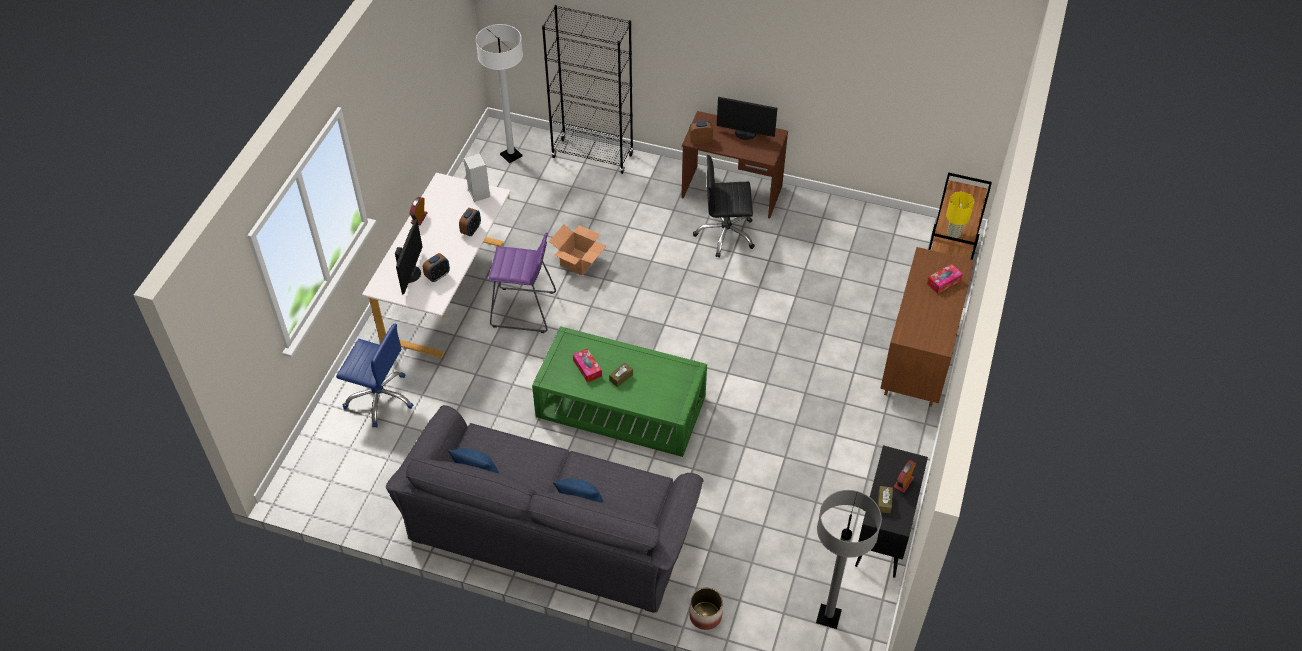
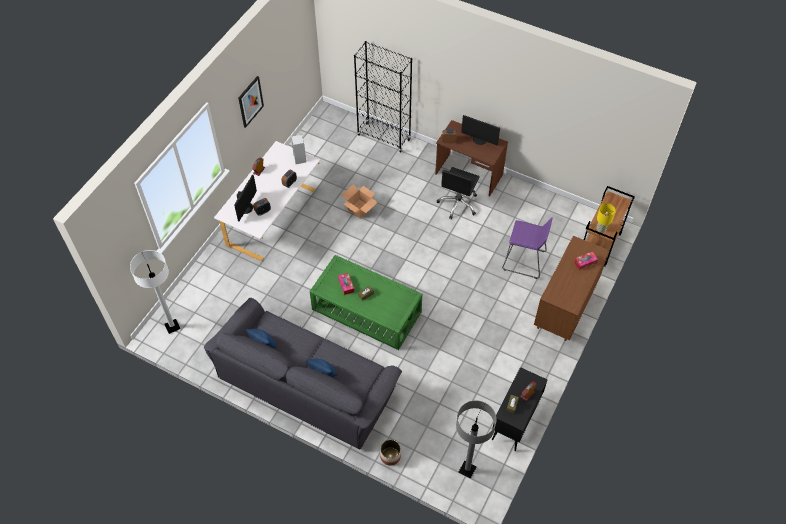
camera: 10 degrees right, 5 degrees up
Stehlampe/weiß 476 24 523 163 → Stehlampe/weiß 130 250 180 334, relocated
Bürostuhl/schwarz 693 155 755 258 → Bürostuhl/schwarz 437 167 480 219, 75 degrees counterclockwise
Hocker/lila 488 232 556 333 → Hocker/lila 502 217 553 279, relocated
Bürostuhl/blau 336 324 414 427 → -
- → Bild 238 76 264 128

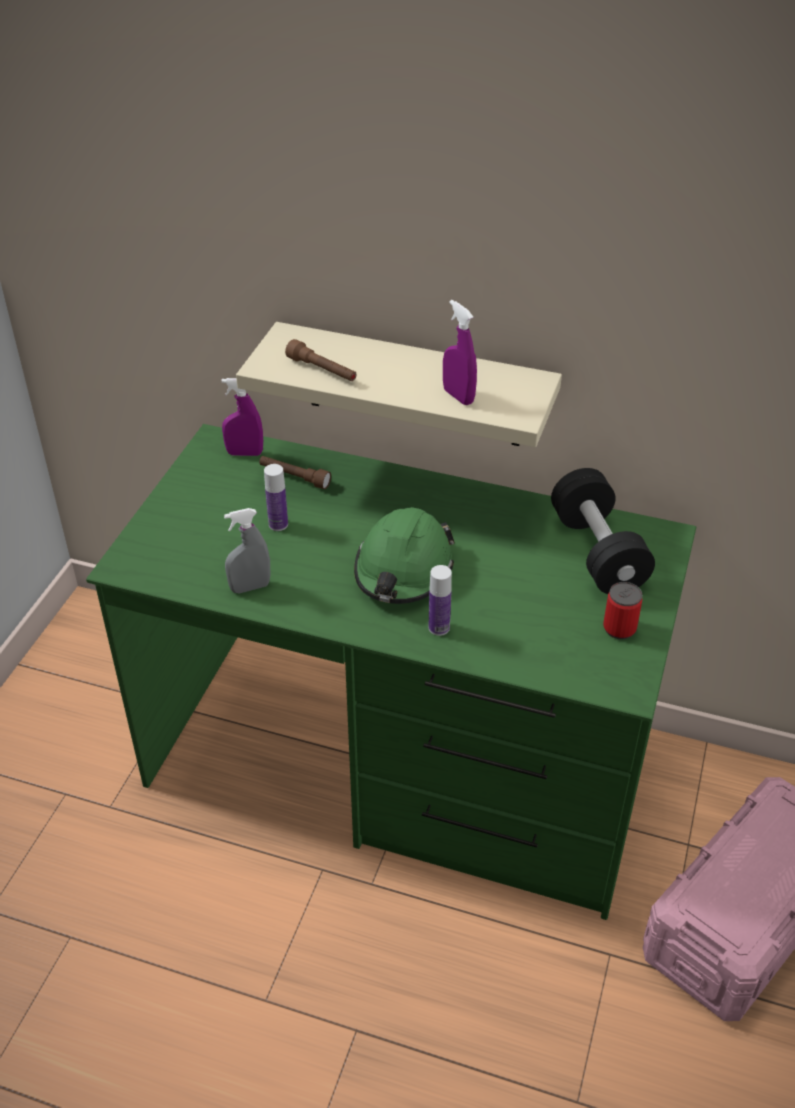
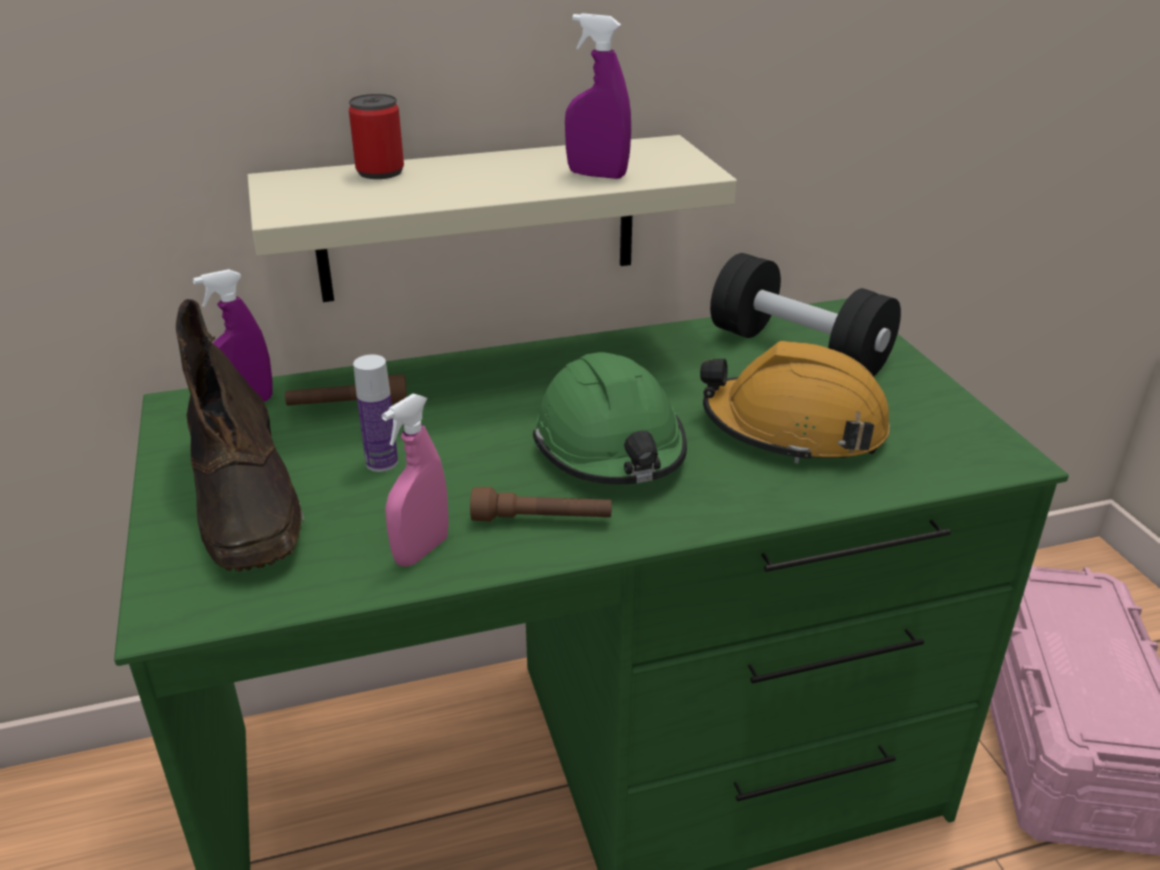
camera: 35 degrees left, 10 degrees down
Taschenlampe/braun 285 339 357 381 → Taschenlampe/braun 470 487 612 522, relocated
Sprühflasche/grau 224 508 270 593 → Sprühflasche/rosa 382 394 449 567
Flasche 429 565 452 636 → -
Dose 603 582 643 639 → Dose 349 94 404 179, relocated
- → Stiefel/braun 176 299 304 572
- → Schutzhelm/orange 700 341 890 463

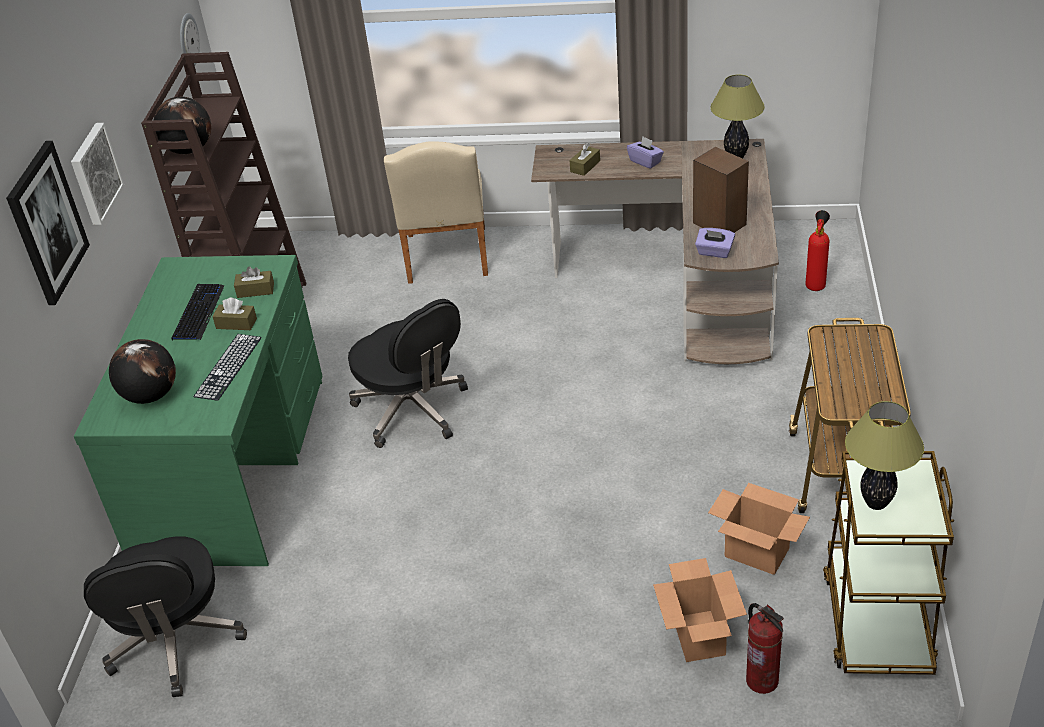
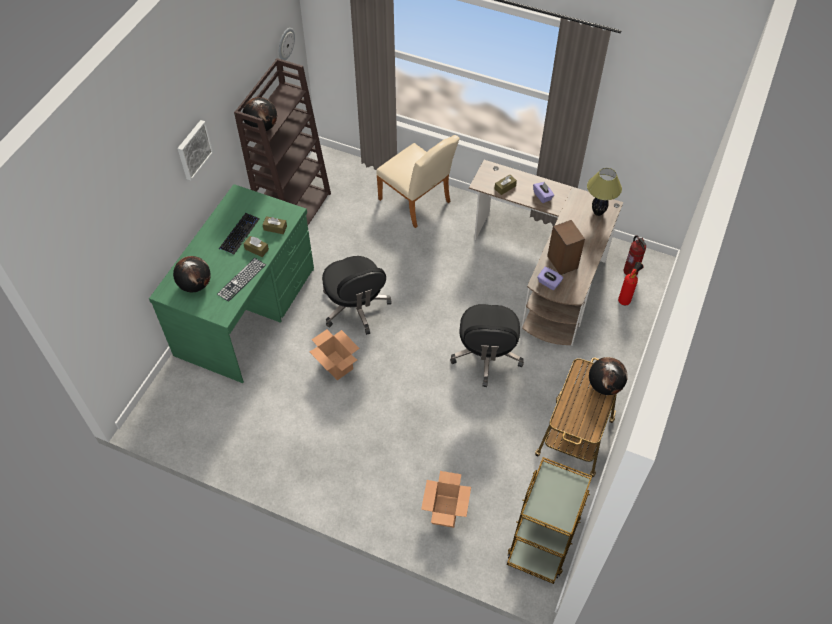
camera: 15 degrees right, 15 degrees up
Bild 6 141 90 305 → -
Stuhl/beige 384 141 488 284 → Stuhl/beige 376 135 460 228, 60 degrees counterclockwise
Tischlampe 845 401 924 510 → -
Karton 708 483 810 575 → Karton 309 329 359 380, relocated
Bürostuhl/schwarz 84 536 247 697 → Bürostuhl/schwarz 450 304 524 387, relocated
Feuerlöscher 746 603 784 694 → Feuerlöscher 624 235 646 275, relocated
- → Globus 589 357 628 395

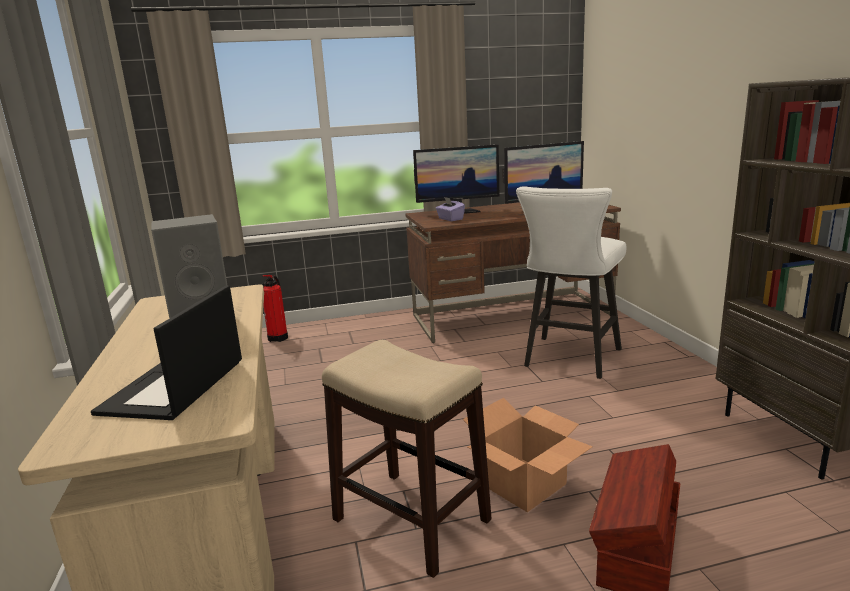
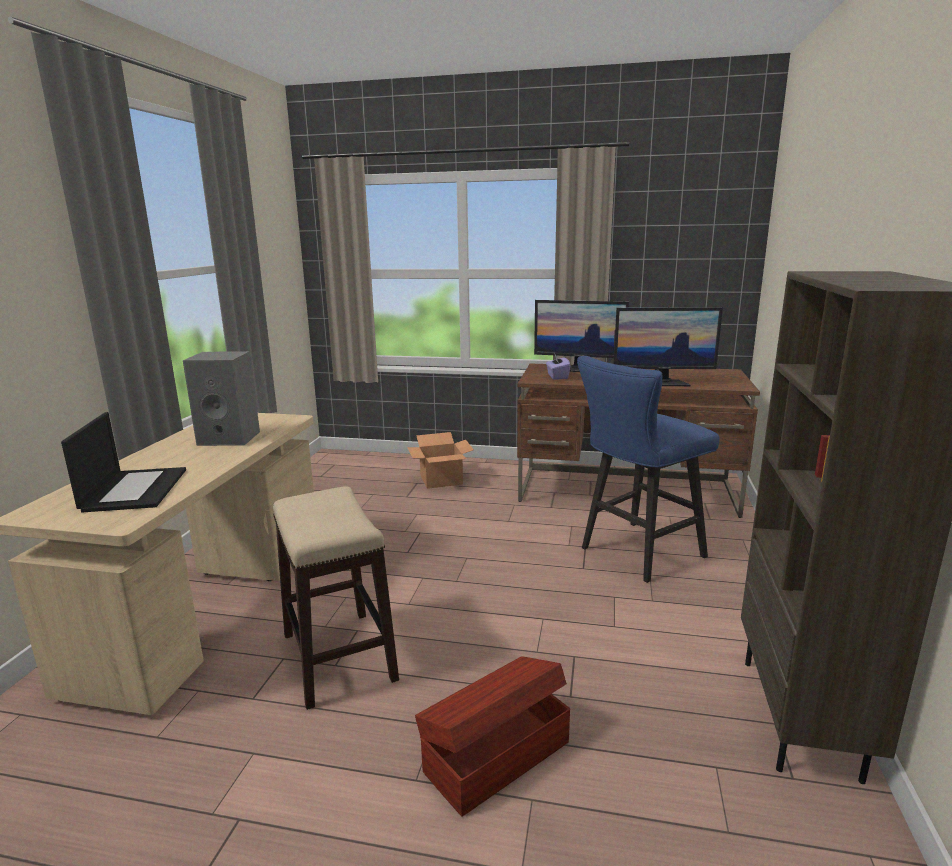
camera: 25 degrees right, 0 degrees up
Hocker/weiß 516 186 627 379 → Hocker/blau 577 356 719 583
Feuerlöscher 263 275 288 342 → -
Laptop 91 286 242 420 → Laptop 61 412 186 513, 135 degrees clockwise
Karton 463 398 593 512 → Karton 407 432 474 489, relocated

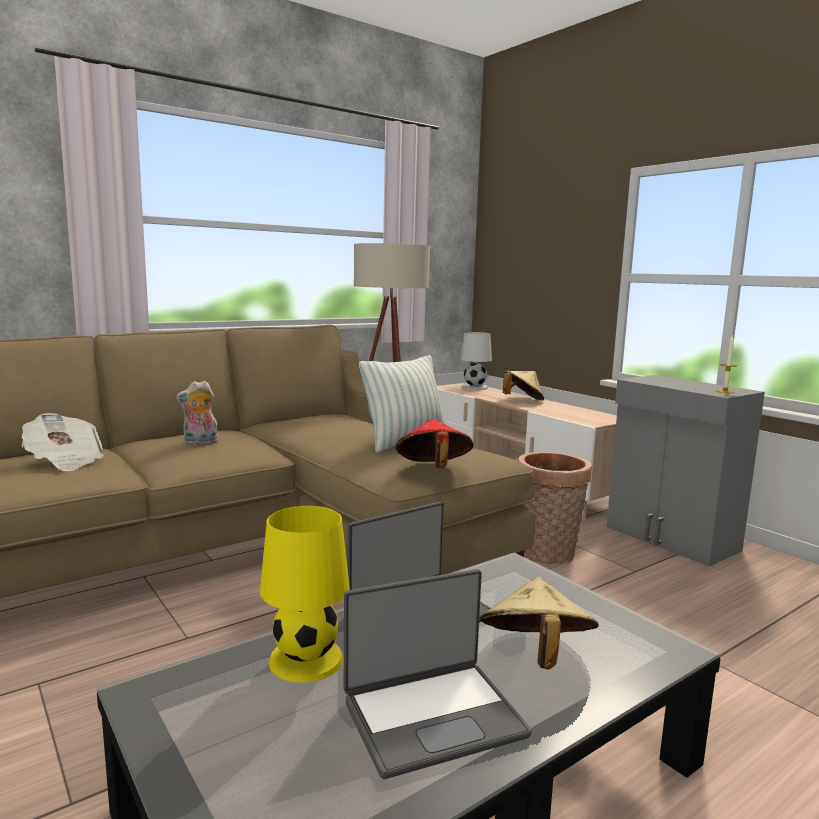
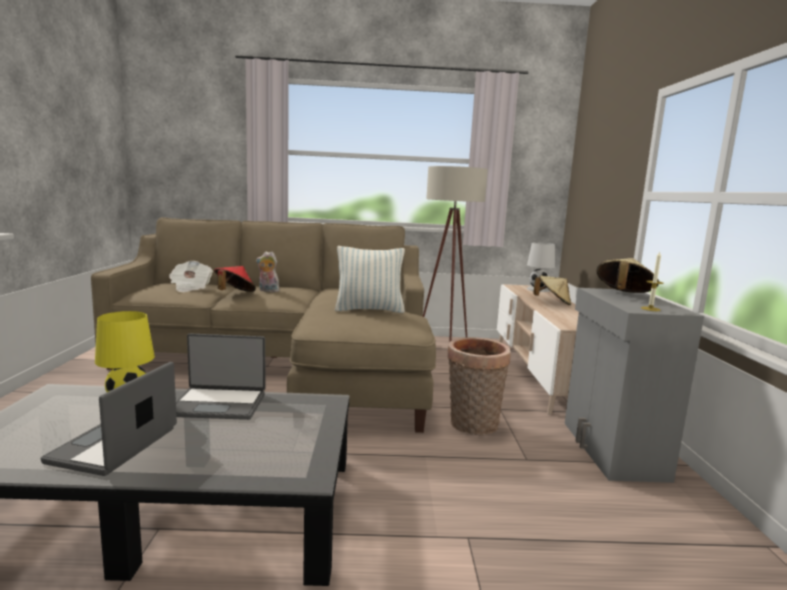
camera: 35 degrees right, 0 degrees up
Hut/rot 396 419 474 468 → Hut/rot 214 266 256 292, relocated
Laptop 344 569 532 779 → Laptop 40 362 177 476, 90 degrees clockwise
Hut/beige 480 577 599 670 → Hut/beige 596 258 659 293, relocated

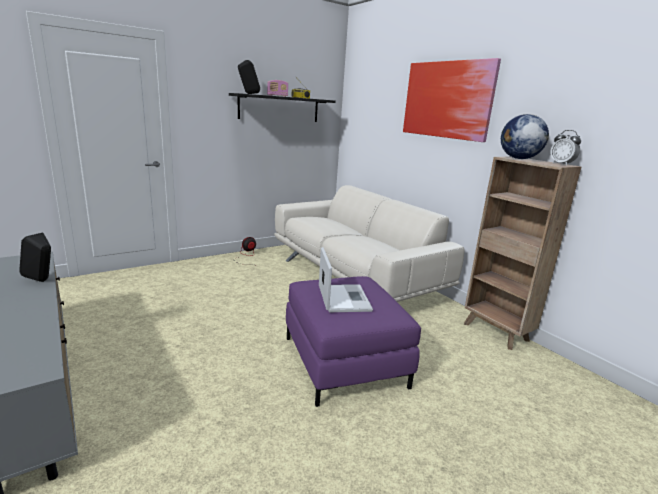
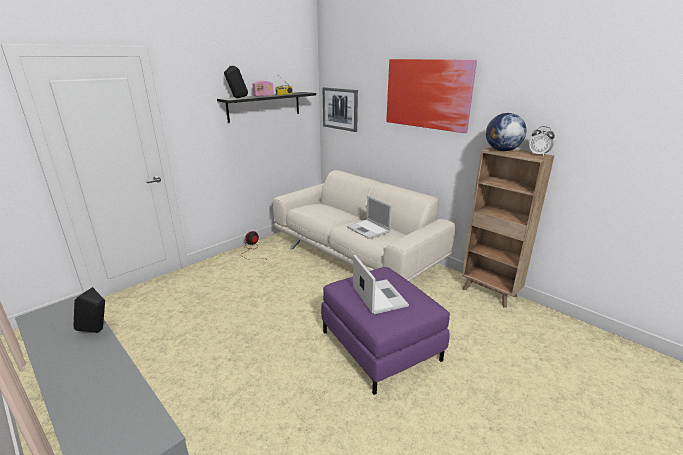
camera: 10 degrees left, 5 degrees up
- → Bild 322 87 358 132
- → Laptop 347 196 392 239

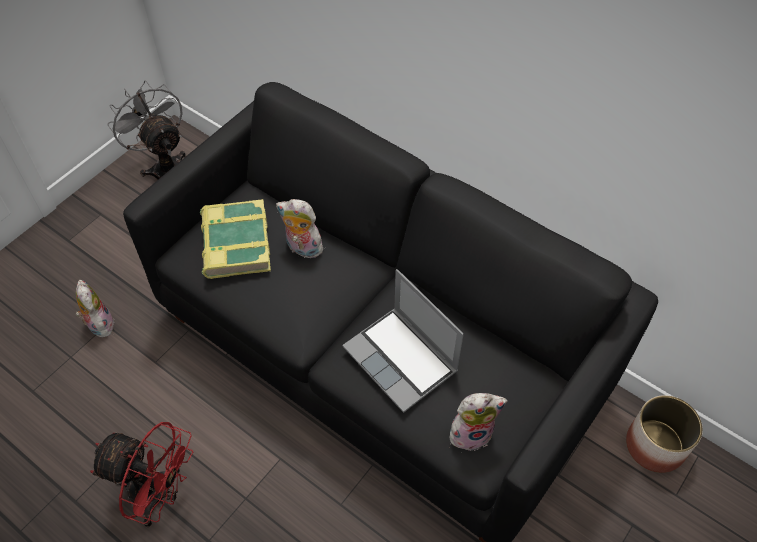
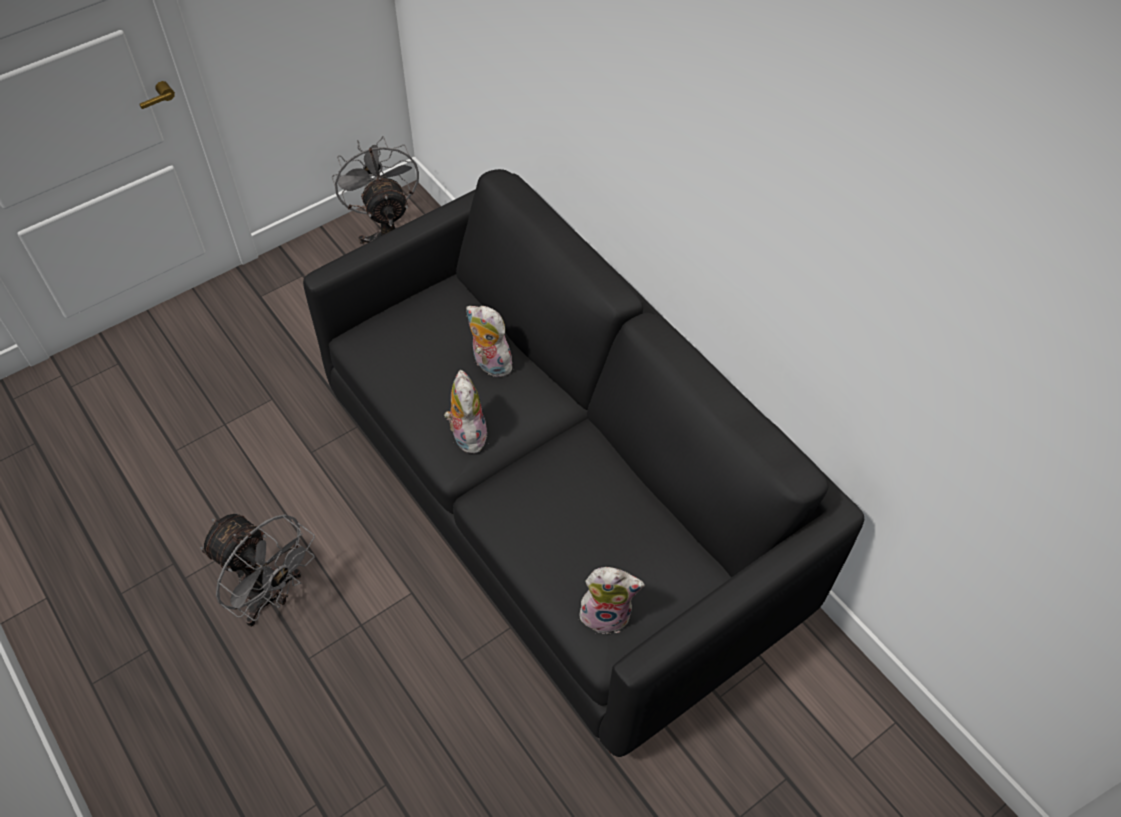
camera: 15 degrees right, 0 degrees up
Buch 200 199 271 279 → -
Laptop 342 269 464 413 → -
Plüschtier 76 280 115 337 → Plüschtier 444 370 488 453, relocated
Pflanzkübel 626 395 703 473 → -
Ventilator/rot 90 422 193 527 → Ventilator/grau 200 514 315 627

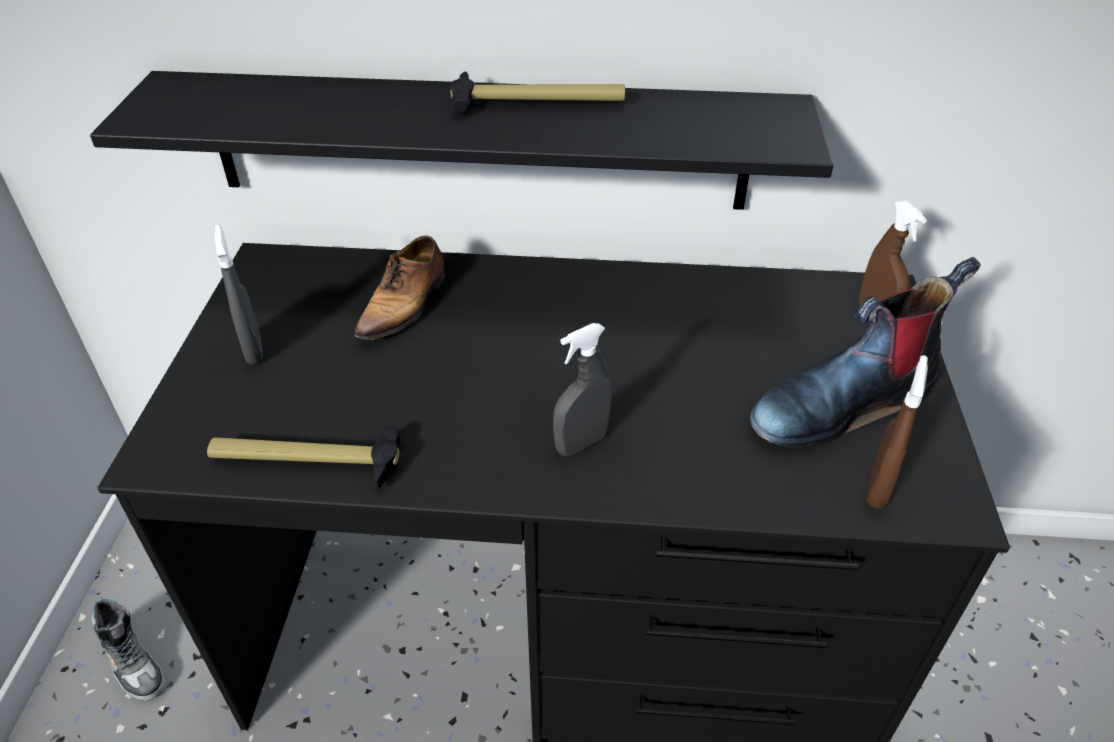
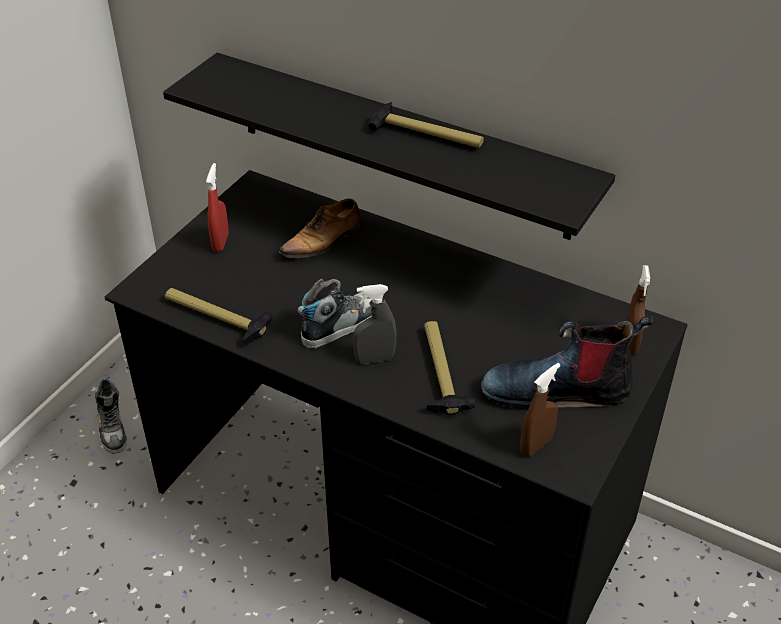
camera: 25 degrees right, 0 degrees up
Sprühflasche/grau 215 225 263 364 → Sprühflasche/rot 206 163 229 252
- → Schuh 297 279 372 349
- → Hammer 424 321 475 415

